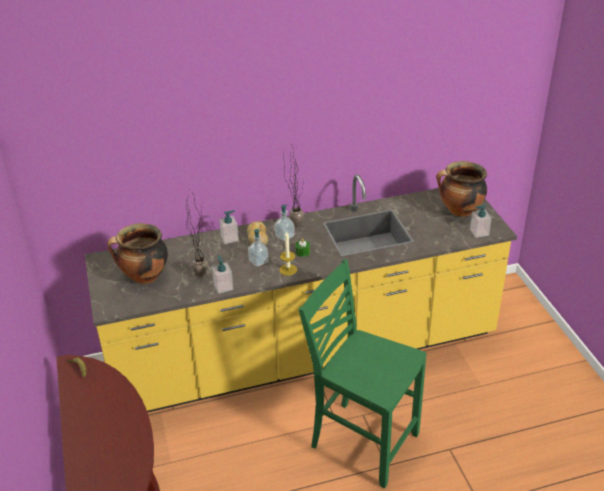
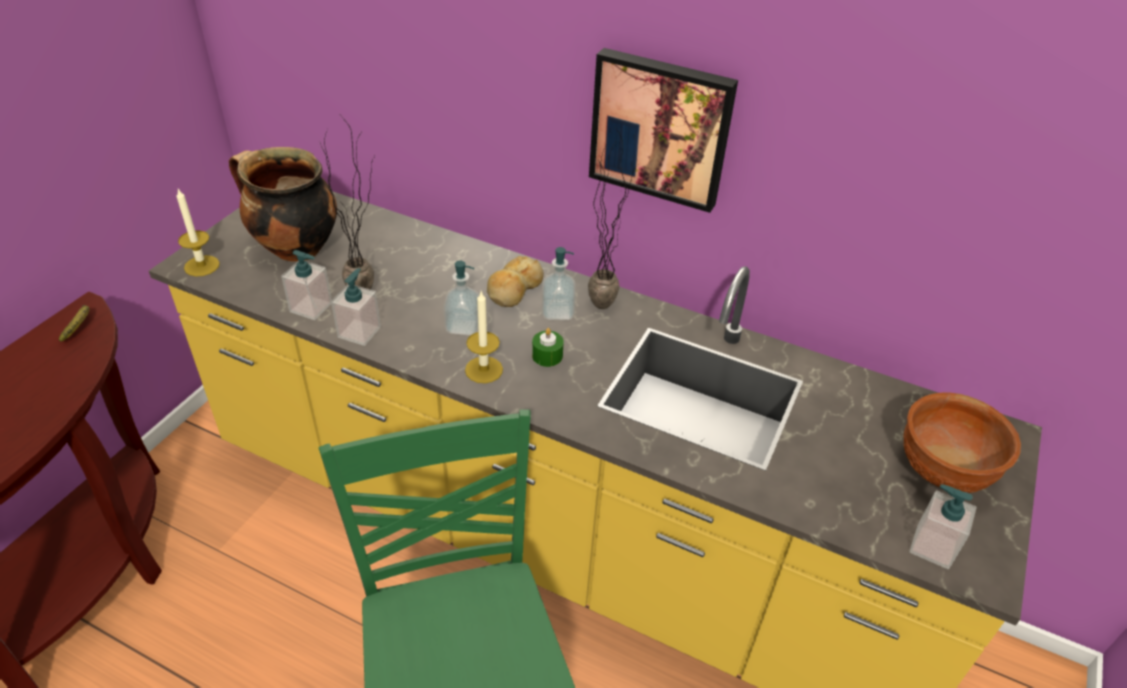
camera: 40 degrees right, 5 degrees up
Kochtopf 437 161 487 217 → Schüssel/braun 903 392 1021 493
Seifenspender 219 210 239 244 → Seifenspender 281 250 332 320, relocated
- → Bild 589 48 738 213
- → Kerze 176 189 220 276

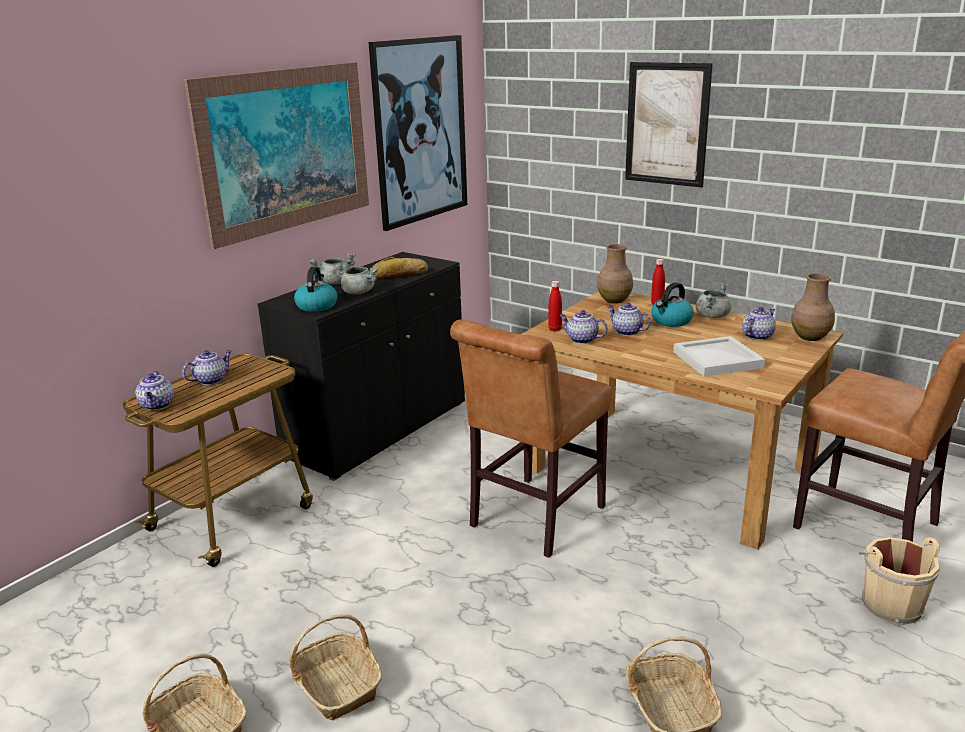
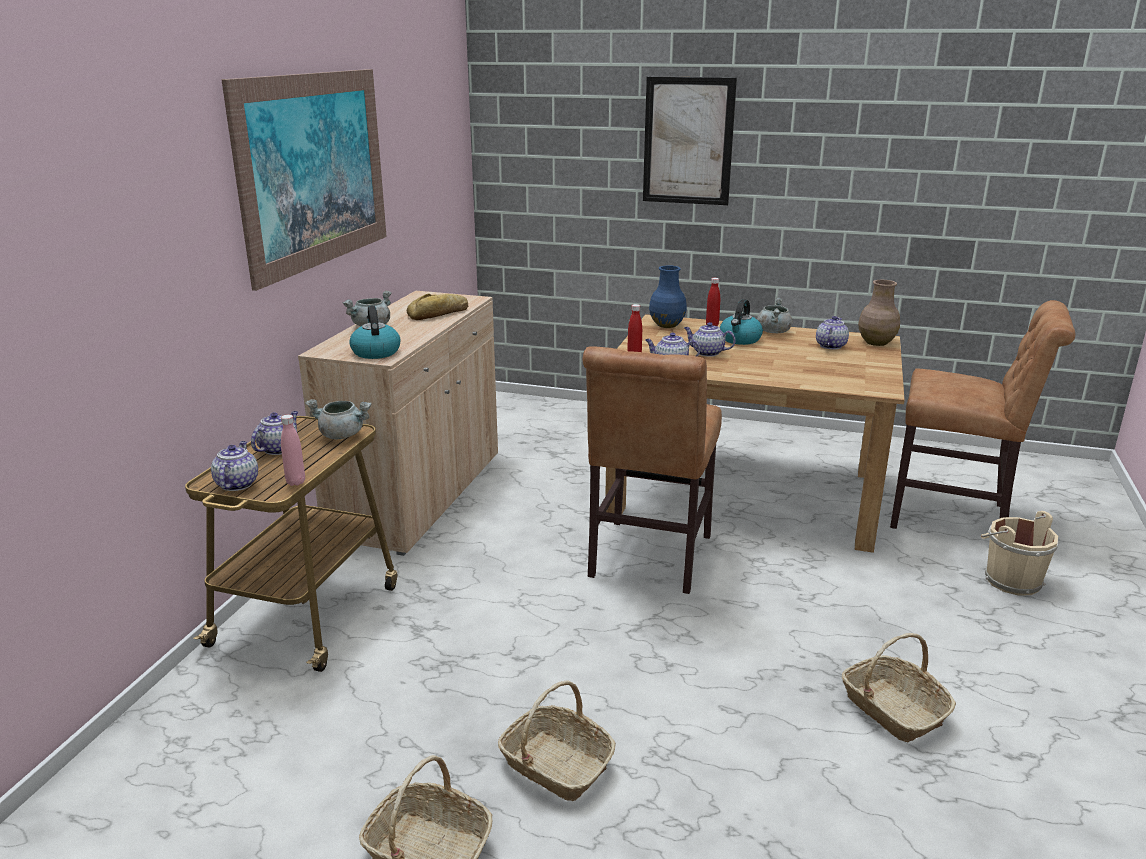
camera: 20 degrees left, 0 degrees up
Bild 368 35 467 231 → -
Vase/braun 597 244 633 304 → Vase/blau 649 265 687 328
Schrank/schwarz 257 252 465 481 → Schrank/beige 298 291 498 556
Kochtopf/grau 334 263 378 295 → Kochtopf/grau 305 399 371 439, relocated
Tablett/weiß 673 336 765 377 → -
Teekanne 135 371 174 410 → Teekanne 211 441 258 491, 150 degrees counterclockwise
- → Flasche/rosa 281 415 305 486

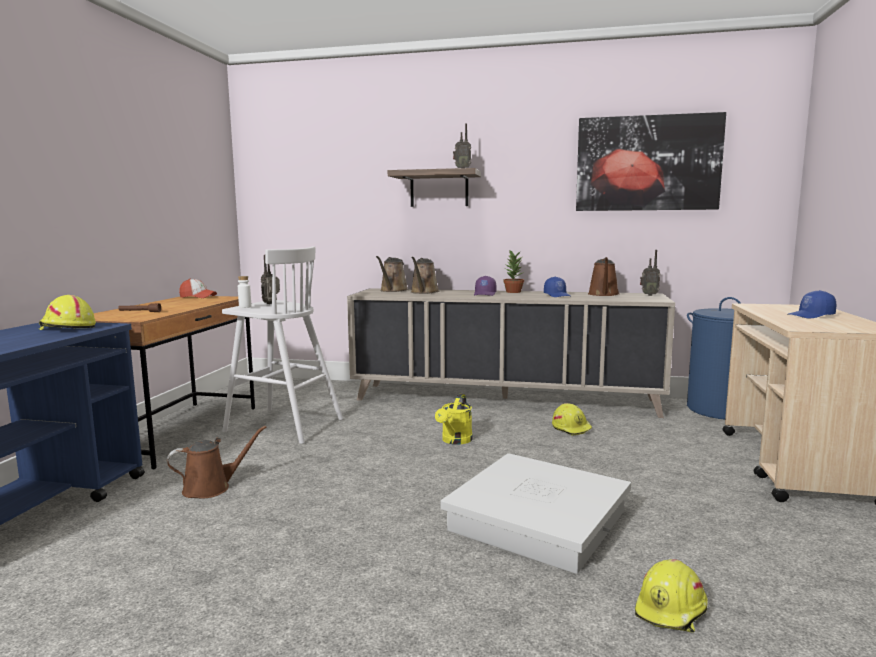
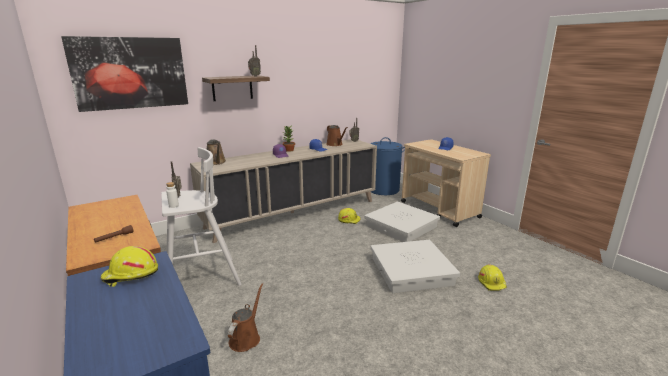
camera: 45 degrees left, 10 degrees up
Bild 576 112 726 211 → Bild 61 36 188 112, relocated
Gießkanne/braun 411 257 440 294 → -
Kappe 179 279 217 298 → -
Gießkanne/gelb 435 394 473 445 → -
- → Aufbewahrungsbox/weiß 364 202 440 242

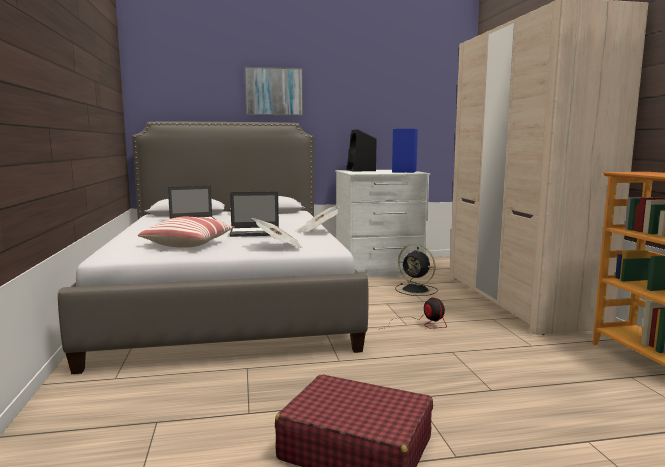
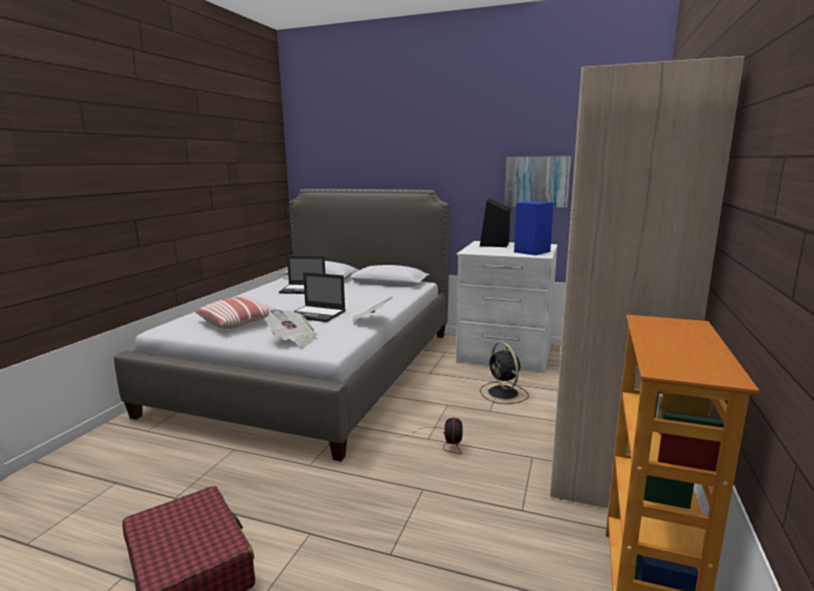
camera: 30 degrees right, 5 degrees up
Bild 245 67 303 116 → Bild 504 155 572 209, relocated

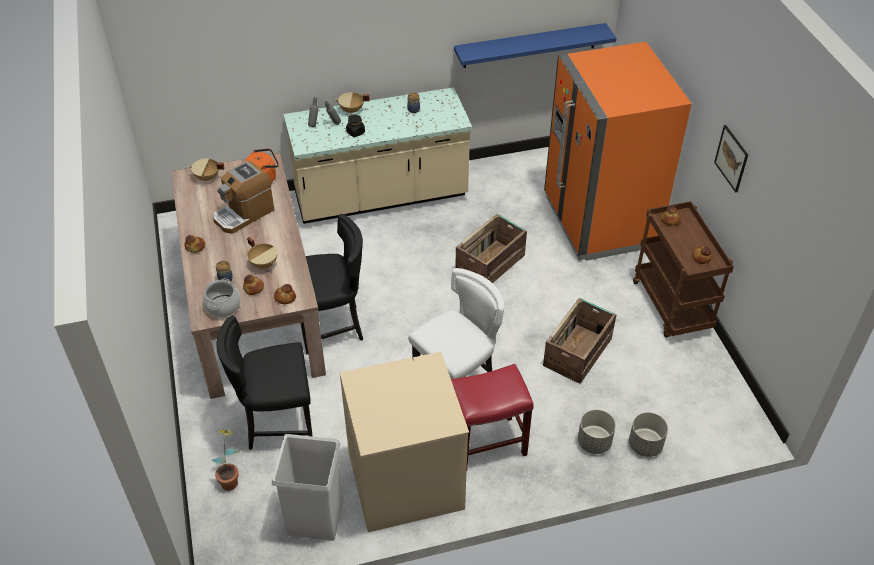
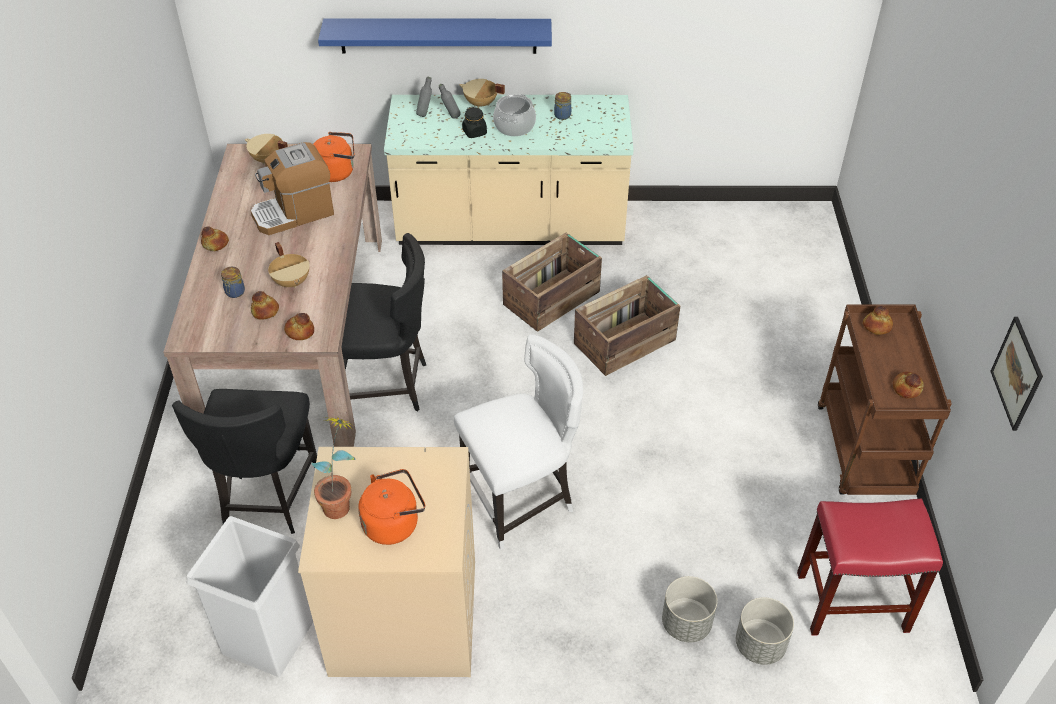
camera: 15 degrees right, 0 degrees up
Wandregal/blau 454 23 617 68 → Wandregal/blau 318 18 552 54, relocated
Kühlschrank/orange 544 42 692 261 → -
Bild 714 125 748 193 → Bild 990 317 1043 431, relocated
Kochtopf 203 278 241 318 → Kochtopf 493 94 536 136, relocated
Kiste 543 298 616 384 → Kiste 502 233 602 332, relocated
Stuhl/schwarz 216 316 313 450 → Stuhl/schwarz 172 389 317 534, 90 degrees counterclockwise
Hocker/rot 451 364 534 466 → Hocker/rot 797 499 943 636, relocated
Topfpflanze 212 430 239 491 → Topfpflanze 312 417 356 519, relocated
- → Wasserkessel/orange 358 469 425 545

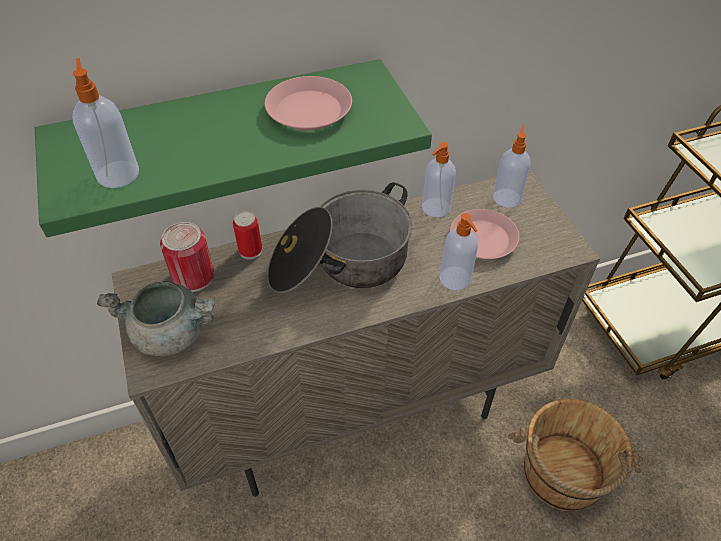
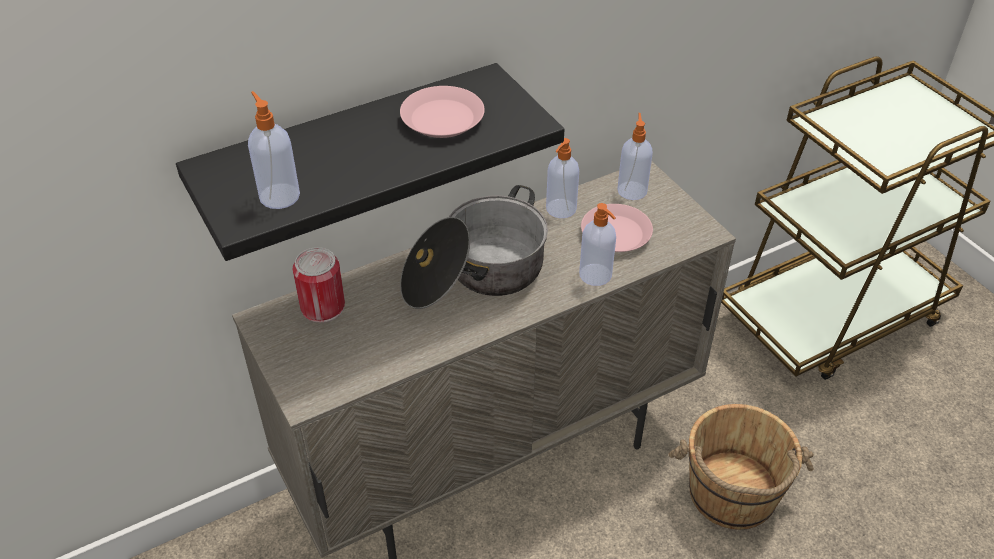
camera: 10 degrees left, 5 degrees down
Wandregal/grün 35 59 432 237 → Wandregal/schwarz 176 63 565 261
Dose 233 211 262 260 → -
Kochtopf/grau 97 282 215 356 → -

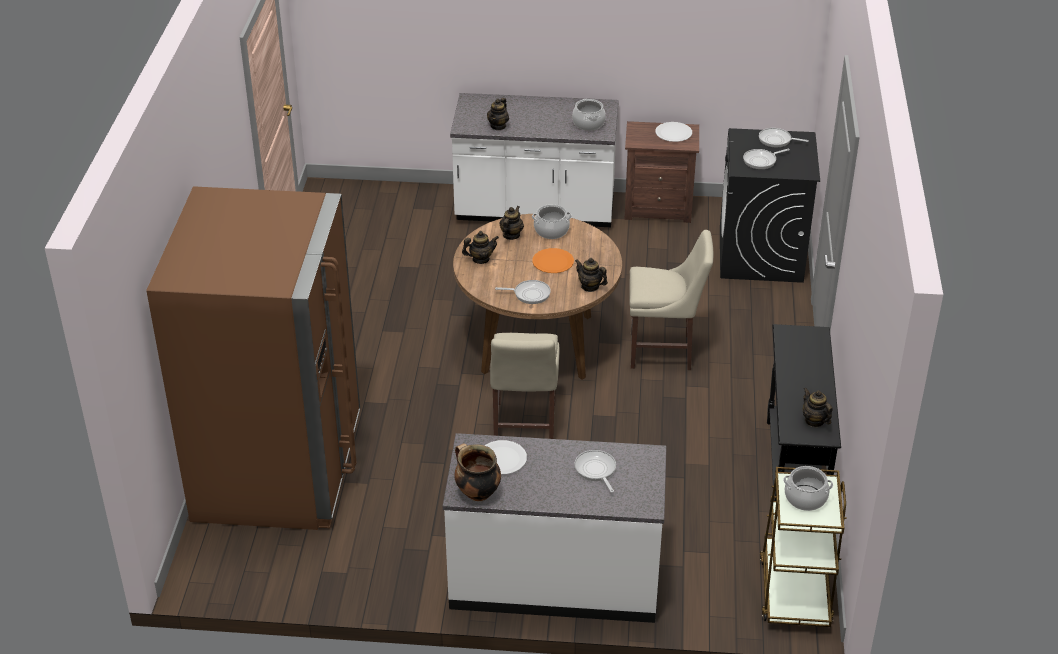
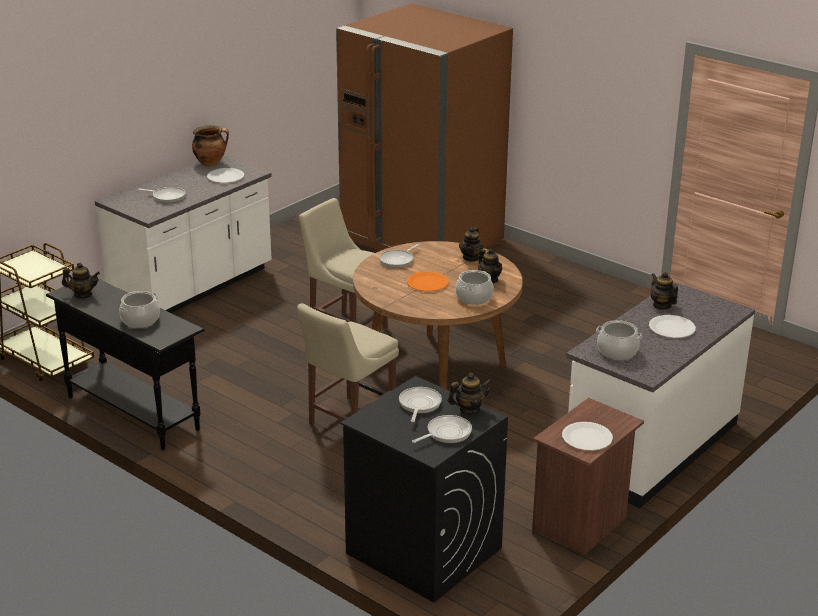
camera: 125 degrees right, 10 degrees down
Teekanne 575 258 608 292 → Teekanne 448 373 492 415, relocated
Kochtopf 783 466 833 511 → Kochtopf 119 291 160 328, relocated
- → Teller/weiß 649 315 696 338

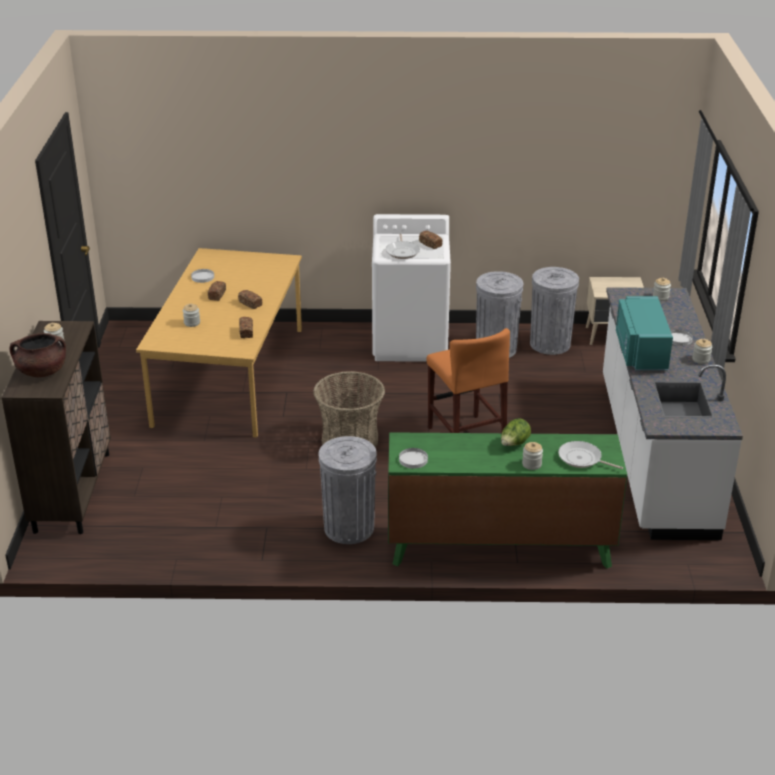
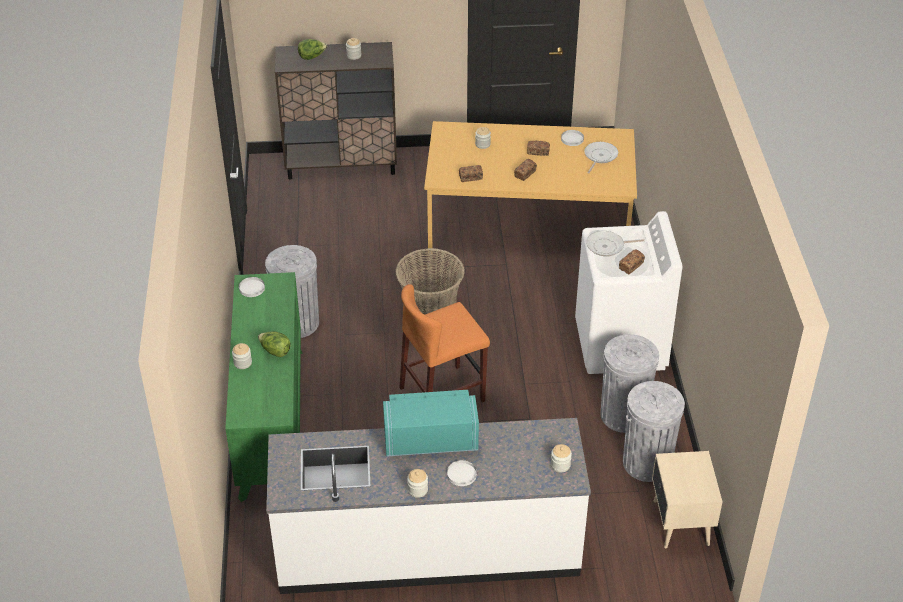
camera: 85 degrees right, 10 degrees up
Kochtopf/braun 10 333 66 377 → Salatkopf 298 39 327 60
Pfanne 558 441 623 469 → Pfanne 584 142 618 173, relocated

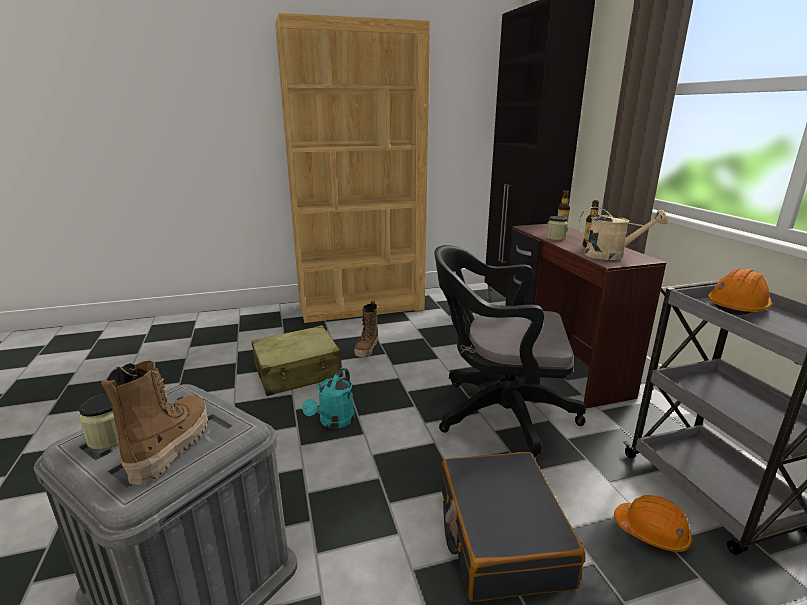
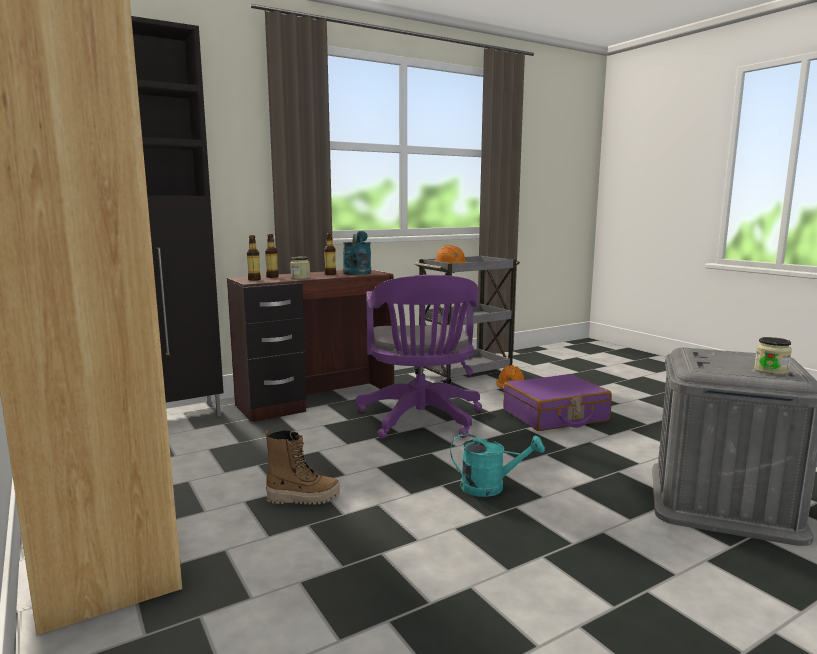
camera: 105 degrees left, 10 degrees down
Gießkanne/beige 579 207 668 260 → Gießkanne/türkis 343 231 371 275
Bürostuhl/schwarz 434 245 586 458 → Bürostuhl/lila 356 275 482 439
Koffer/beige 251 325 343 396 → -
Stiefel 101 361 208 485 → -
Koffer/schwarz 441 452 585 602 → Koffer/lila 503 374 612 431
- → Flasche 247 235 261 281

